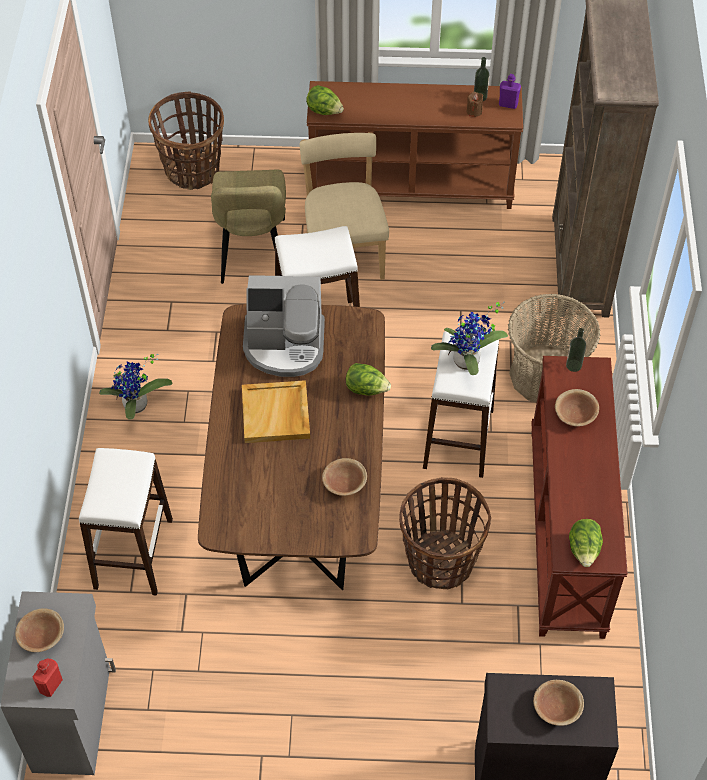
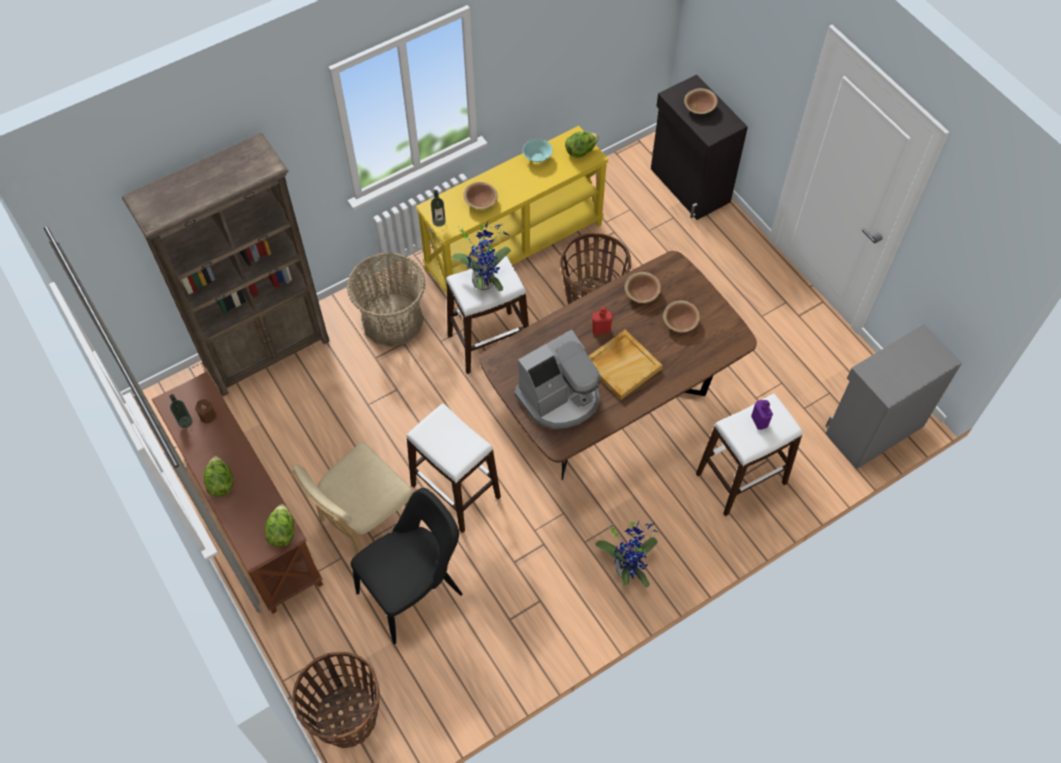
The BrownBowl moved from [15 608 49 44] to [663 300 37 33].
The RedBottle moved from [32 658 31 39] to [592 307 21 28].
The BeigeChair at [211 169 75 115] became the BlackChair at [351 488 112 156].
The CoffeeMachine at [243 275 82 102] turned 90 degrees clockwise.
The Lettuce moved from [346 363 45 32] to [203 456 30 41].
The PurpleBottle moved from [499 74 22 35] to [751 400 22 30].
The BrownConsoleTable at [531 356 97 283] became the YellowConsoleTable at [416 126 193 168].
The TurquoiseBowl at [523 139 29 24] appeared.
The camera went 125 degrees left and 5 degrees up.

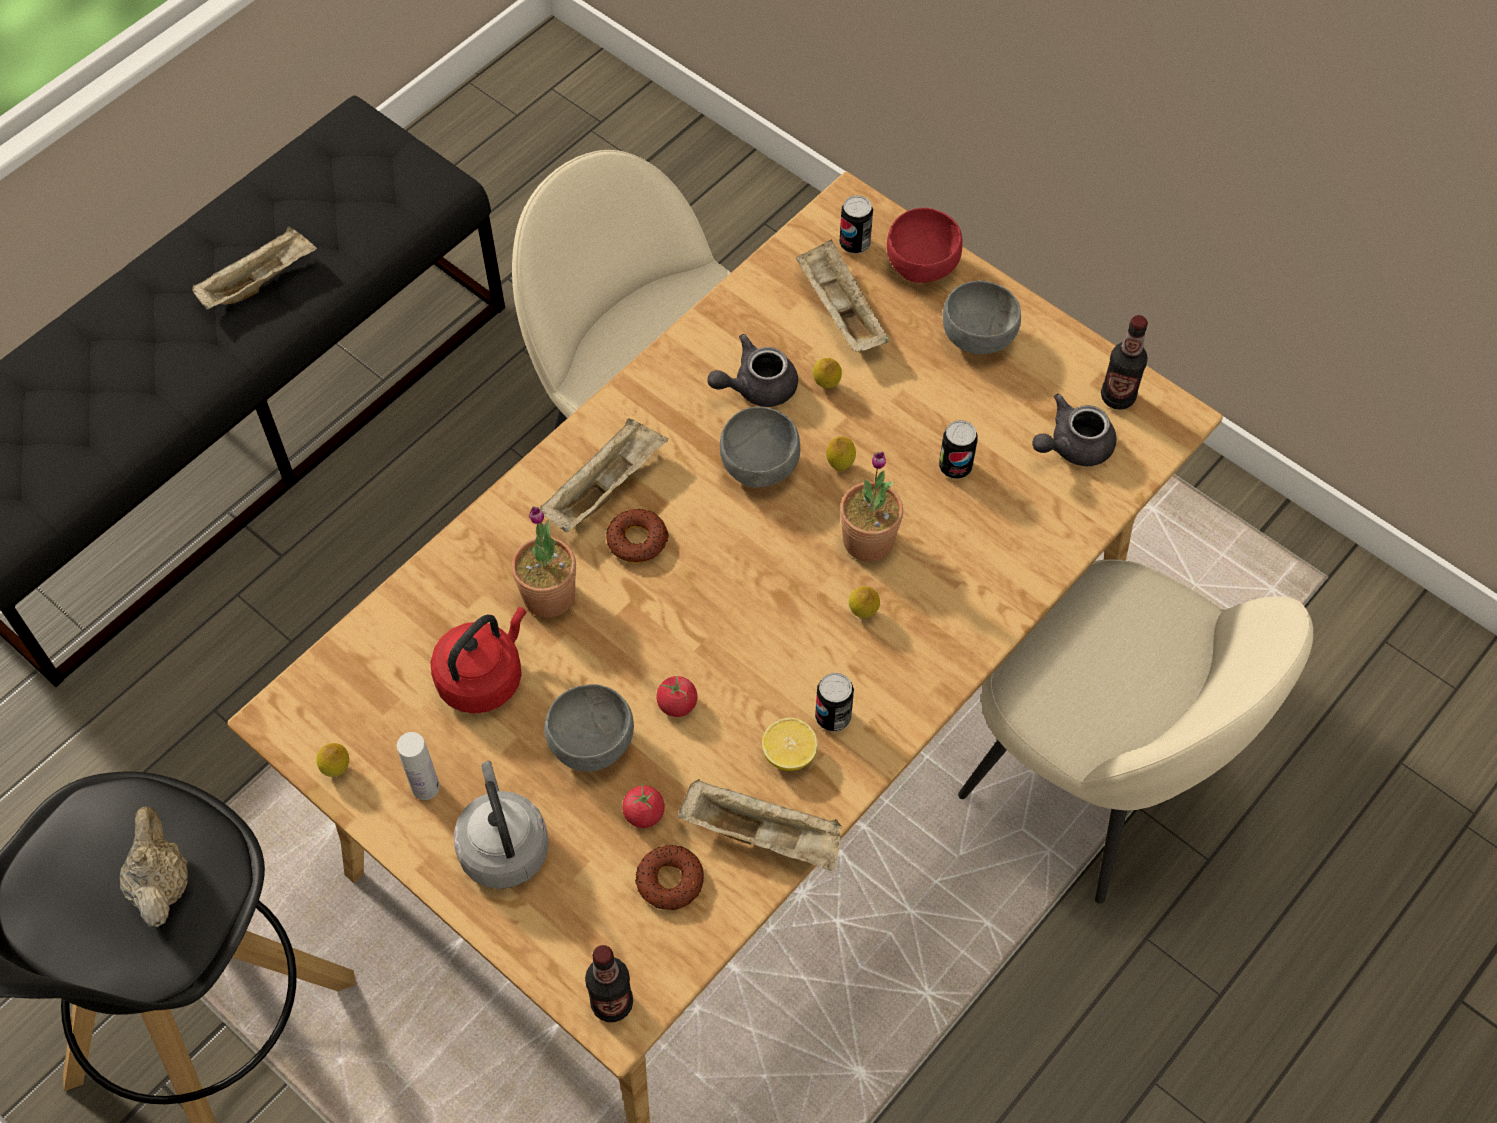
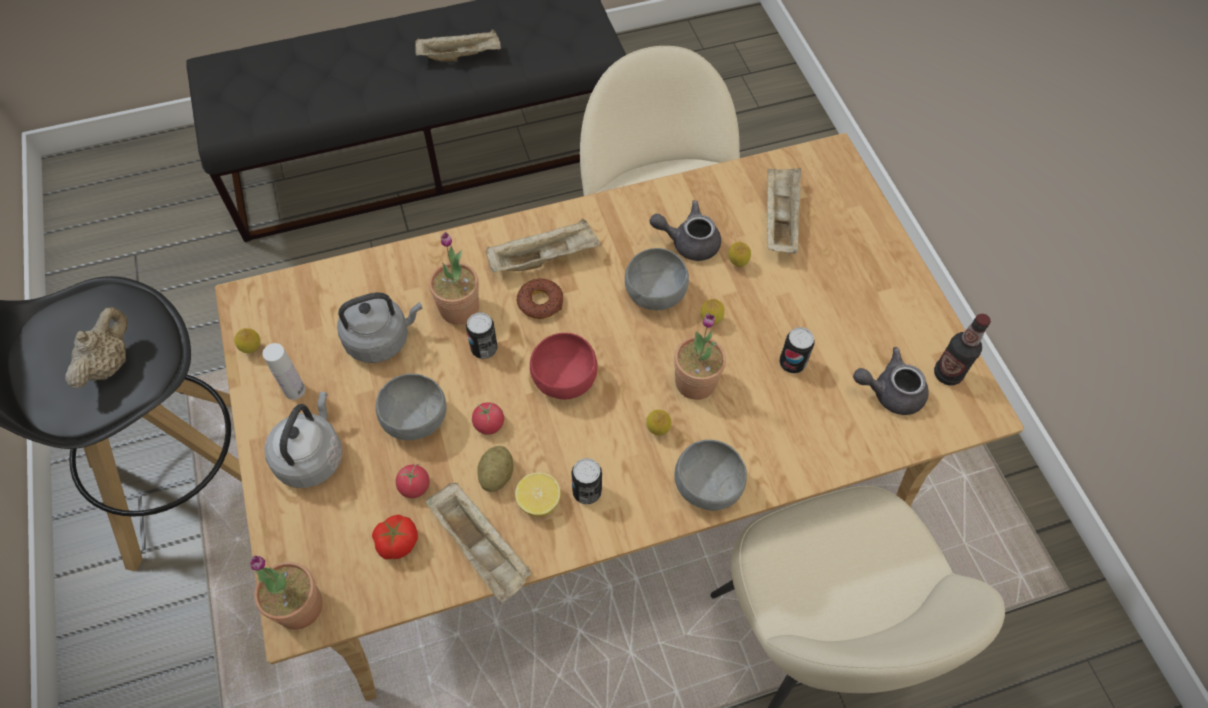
The RedKettle at [430 607 97 106] became the GreyKettle at [337 292 86 71].
The Bottle at [585 945 48 77] was replaced by the PottedPlant at [250 556 73 74].
The Donut at [635 845 69 65] was replaced by the Tomato at [372 515 46 45].
The Can moved from [839 195 34 59] to [466 312 32 47].
The RedBowl moved from [887 208 76 75] to [530 333 68 66].
The GreyBowl moved from [943 281 78 73] to [675 440 72 71].
The Potato at [477 446 37 46] appeared.
The camera went 30 degrees right and 0 degrees up.

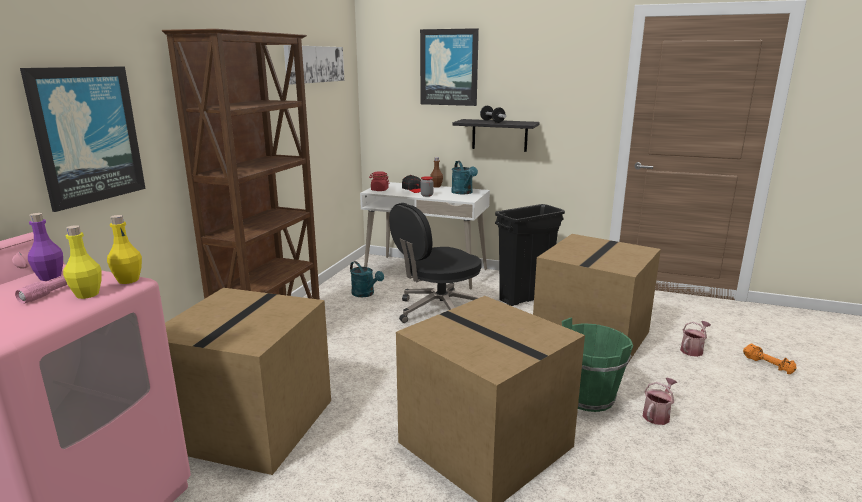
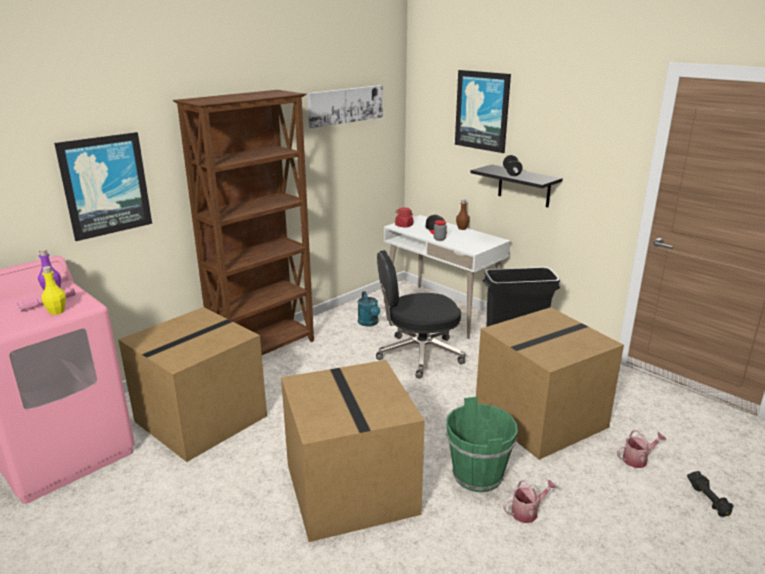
The YellowBottle at [107 215 35 69] disappeared.
The TurquoiseWateringCan at [451 161 27 33] disappeared.
The OrangeDumbbell at [743 343 53 31] became the BlackDumbbell at [687 471 47 46].
The camera went 25 degrees right and 5 degrees up.

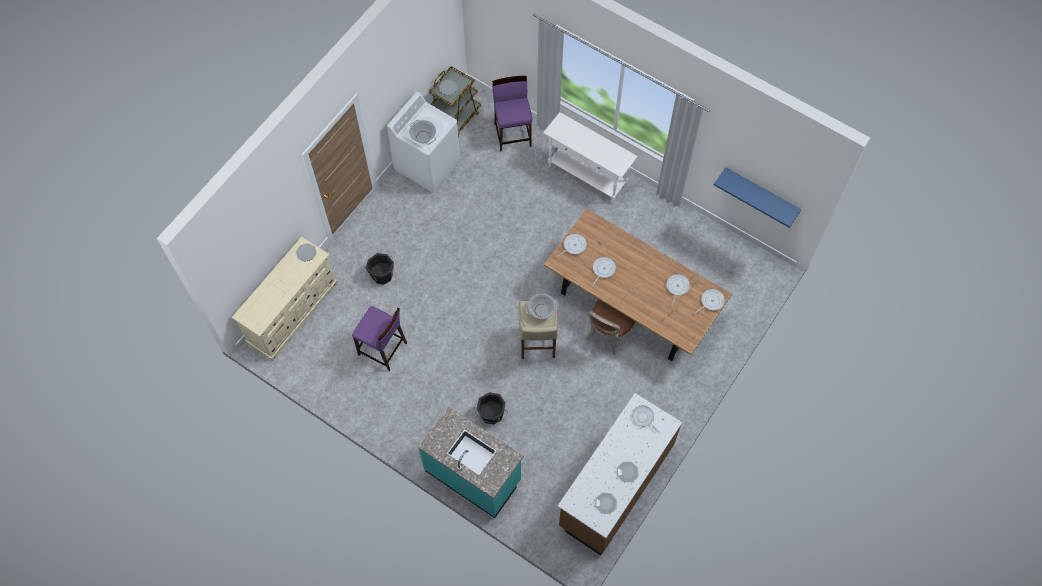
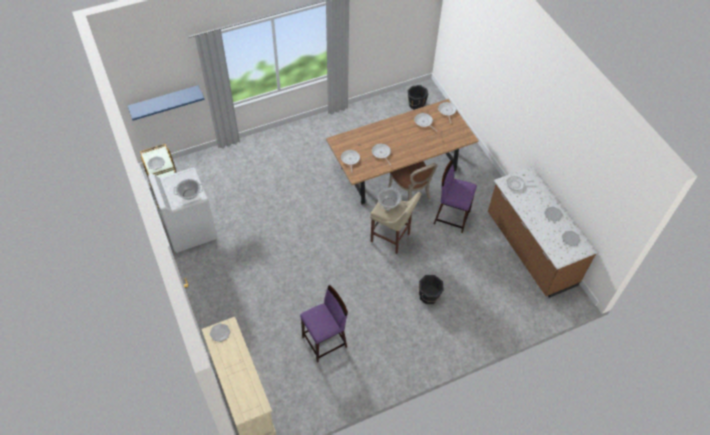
The BlackBucket moved from [366 253 28 32] to [407 85 21 25].
The TurquoiseCounter at [418 407 106 111] disappeared.
The PurpleStool moved from [492 76 40 76] to [434 160 43 73].
The WhiteConsoleTable at [543 112 95 92] disappeared.
The BlueShelf moved from [714 167 88 61] to [128 85 77 36].
The camera went 60 degrees left and 10 degrees down.

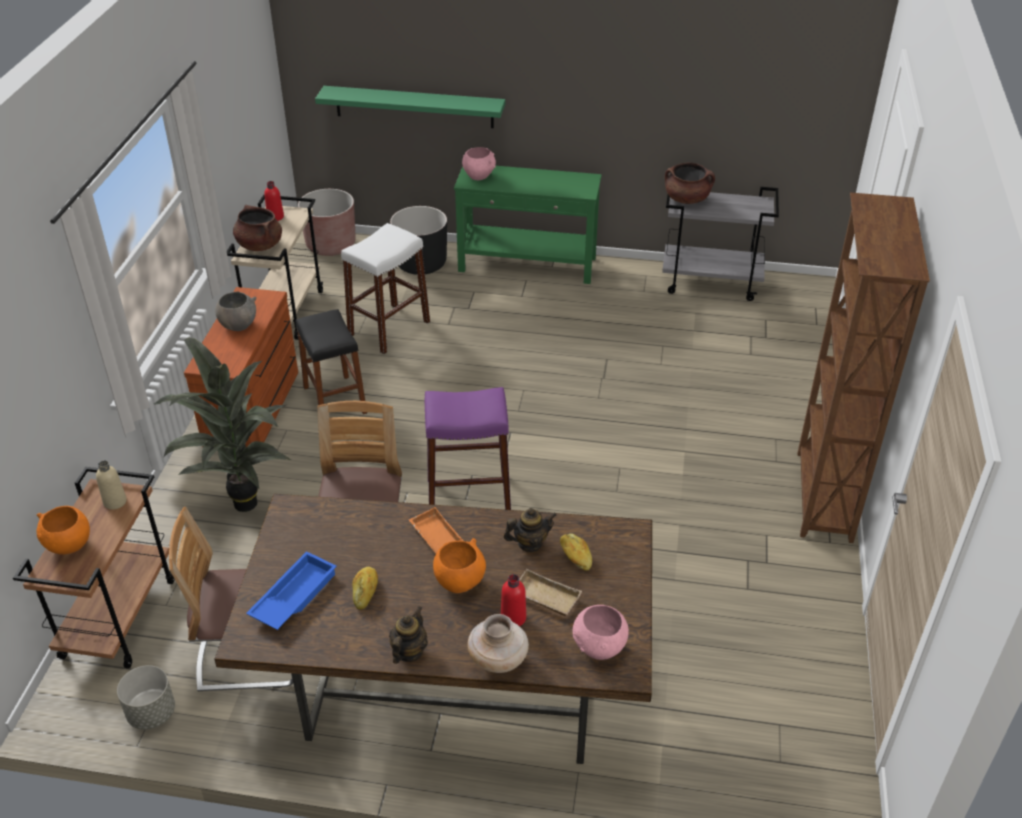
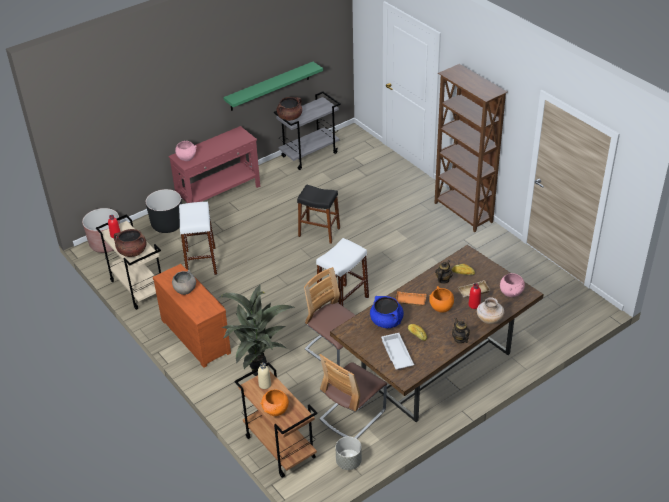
The BlueTray at [246 551 91 79] became the WhiteTray at [381 333 33 37].
The BlackStool moved from [296 309 71 105] to [297 185 43 59].
The GreenShelf moved from [315 86 190 42] to [223 62 100 49].
The PurpleStool at [425 387 86 123] became the WhiteStool at [316 238 53 71].
The GreenConsoleTable at [454 166 148 118] became the RedConsoleTable at [168 126 92 77].
The BlueCookingPot at [370 296 34 32] appeared.
The camera went 45 degrees left and 0 degrees up.

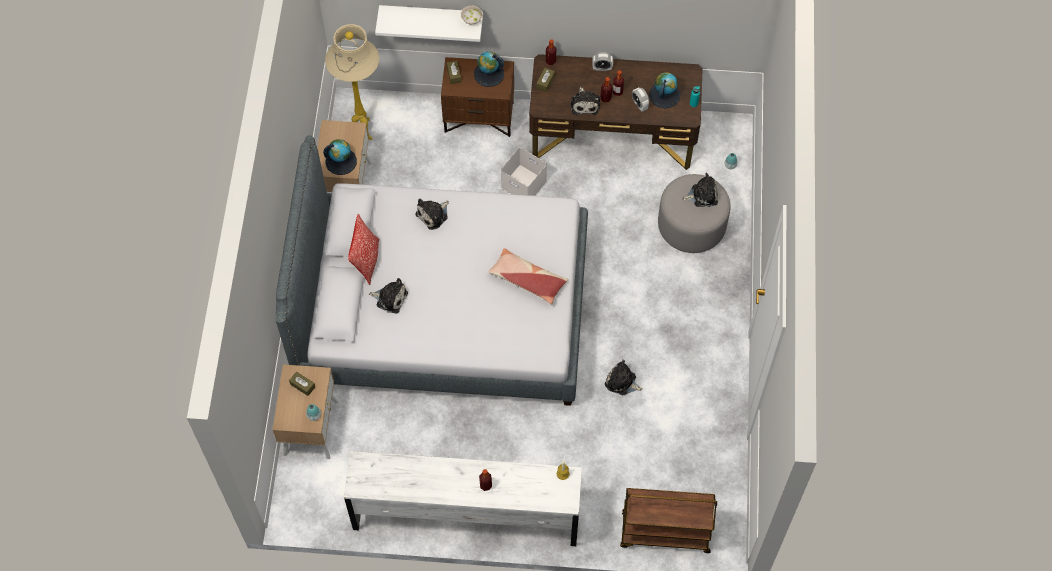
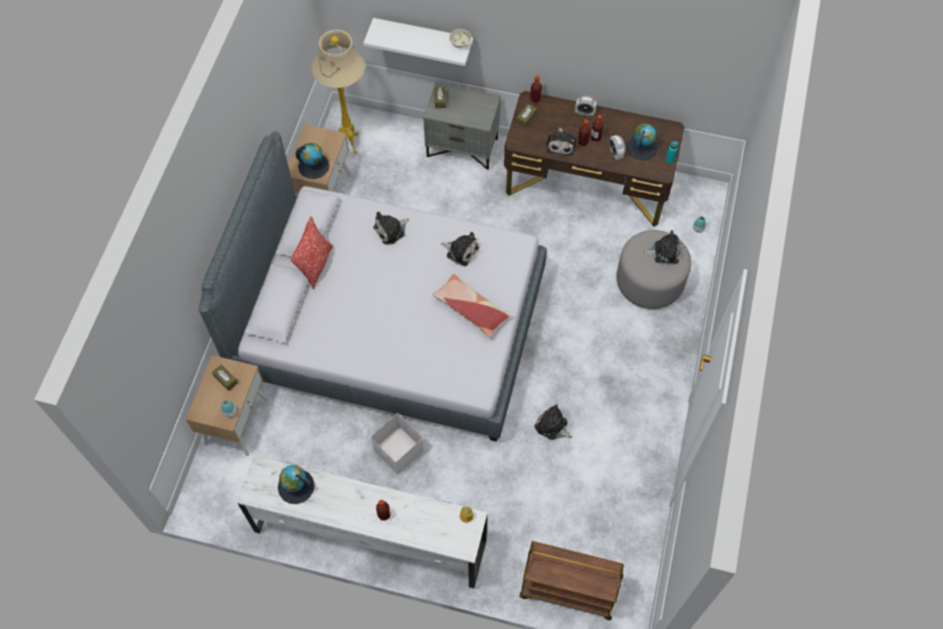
The PlushToy moved from [369 278 39 35] to [441 232 38 34].
The BrownNightstand at [441 57 73 80] became the GreyNightstand at [423 82 78 88].
The Globe moved from [474 51 30 36] to [278 465 37 39].
The WhiteStorageBox moved from [501 147 46 49] to [371 413 53 62].
The camera went 10 degrees right and 0 degrees up.

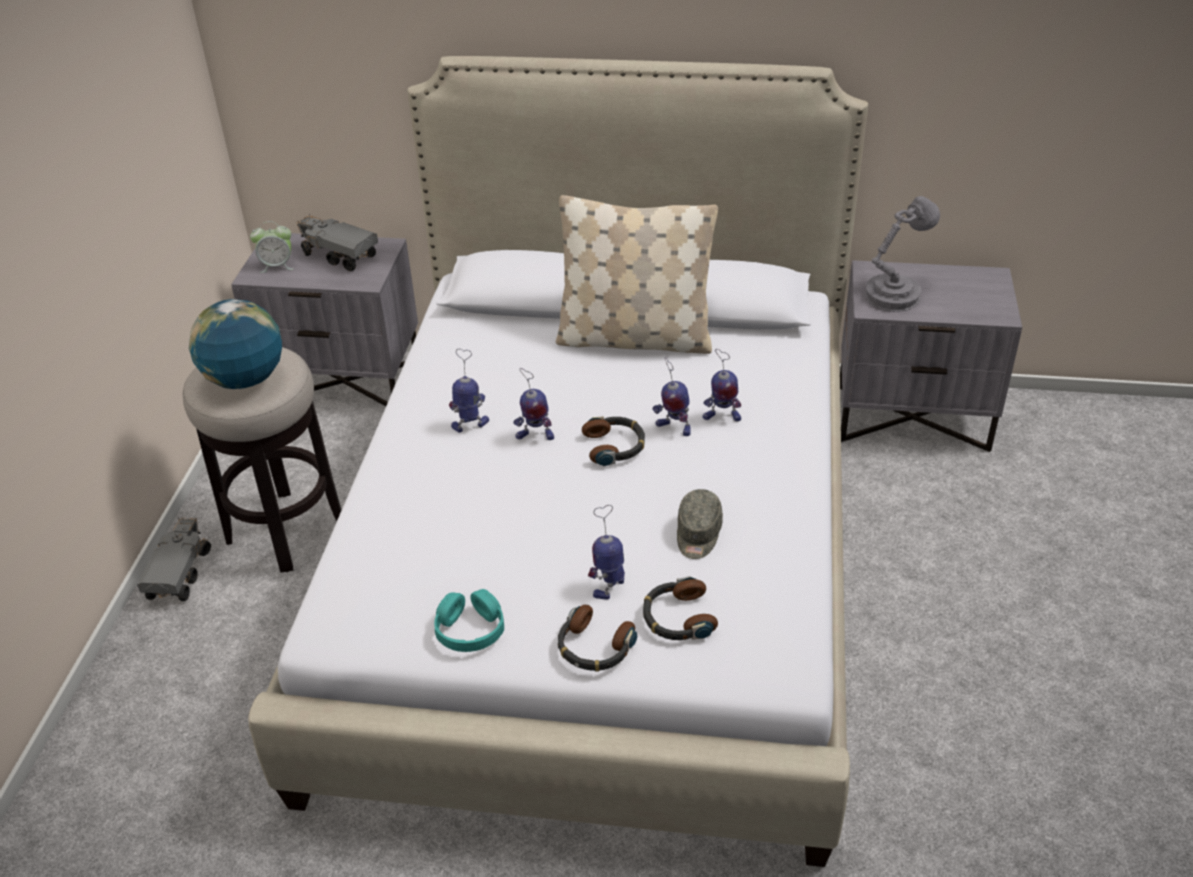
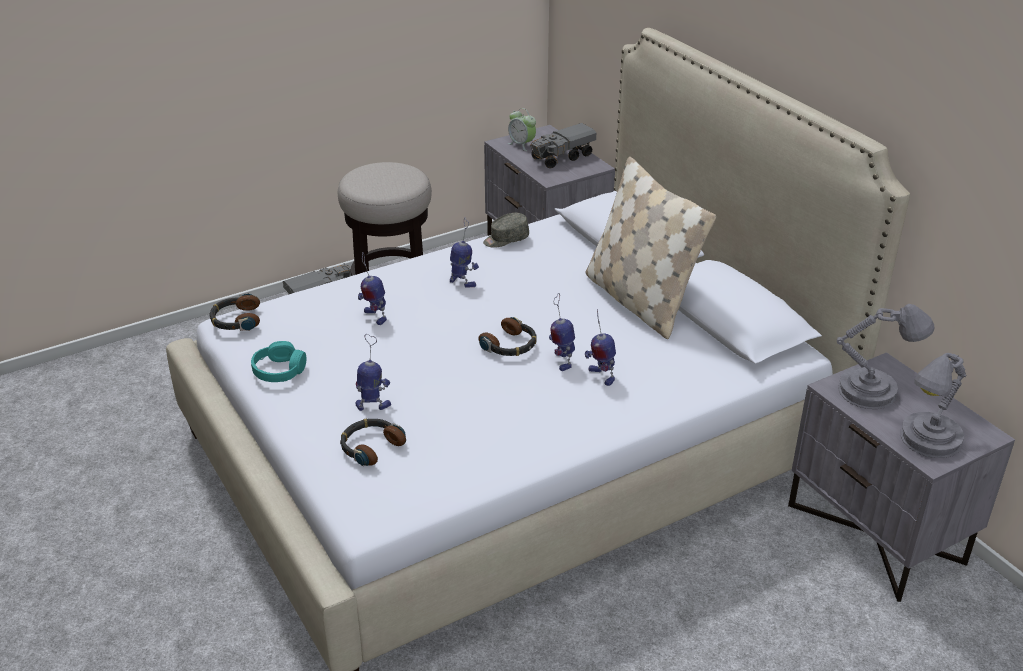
The Globe at [189 299 93 90] disappeared.
The ToyTruck at [297 214 81 57] turned 120 degrees counterclockwise.
The ToyRobot moved from [513 368 41 72] to [358 252 29 73].
The Headphones moved from [558 605 79 67] to [209 293 51 38].
The GreyCap moved from [677 489 46 70] to [483 213 46 35].
The GreyTableLamp at [900 353 67 105] appeared.
The camera went 50 degrees right and 5 degrees down.

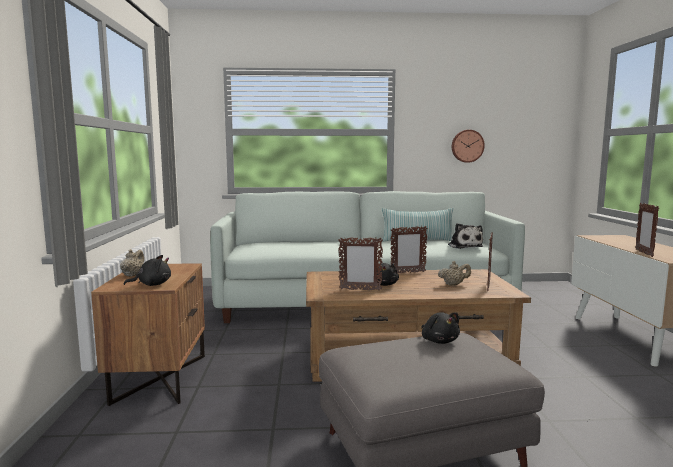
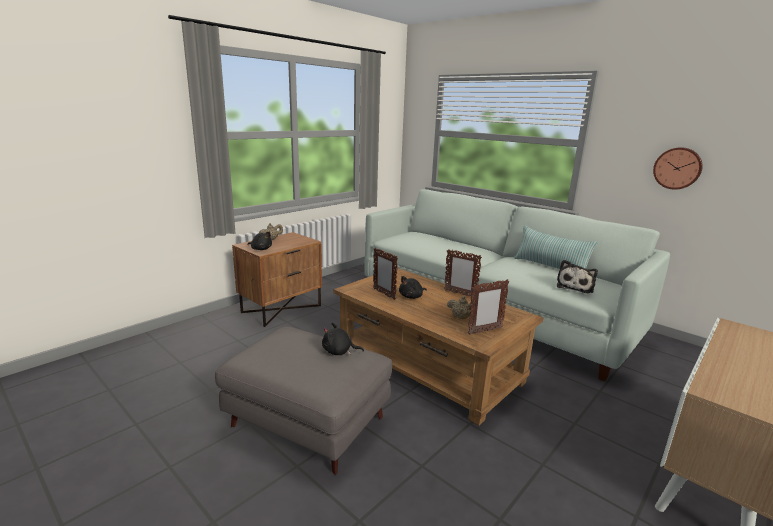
The BlackPlushToy at [421 312 39 32] turned 75 degrees clockwise.
The PictureFrame at [635 203 24 54] disappeared.
The camera went 45 degrees right and 10 degrees up.

